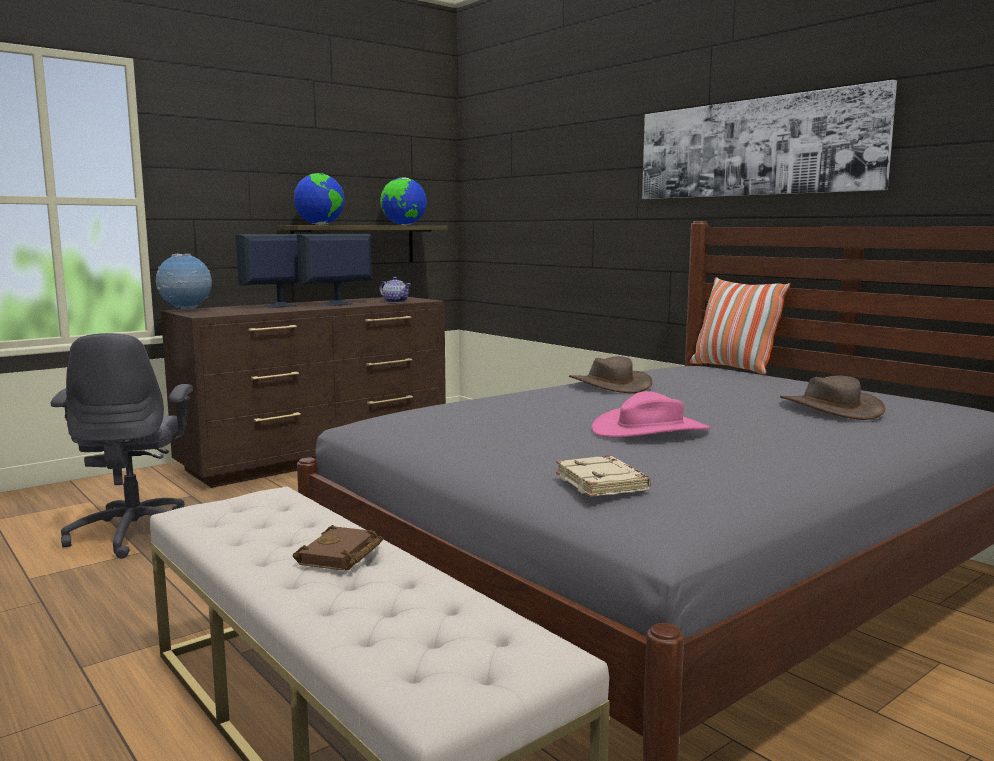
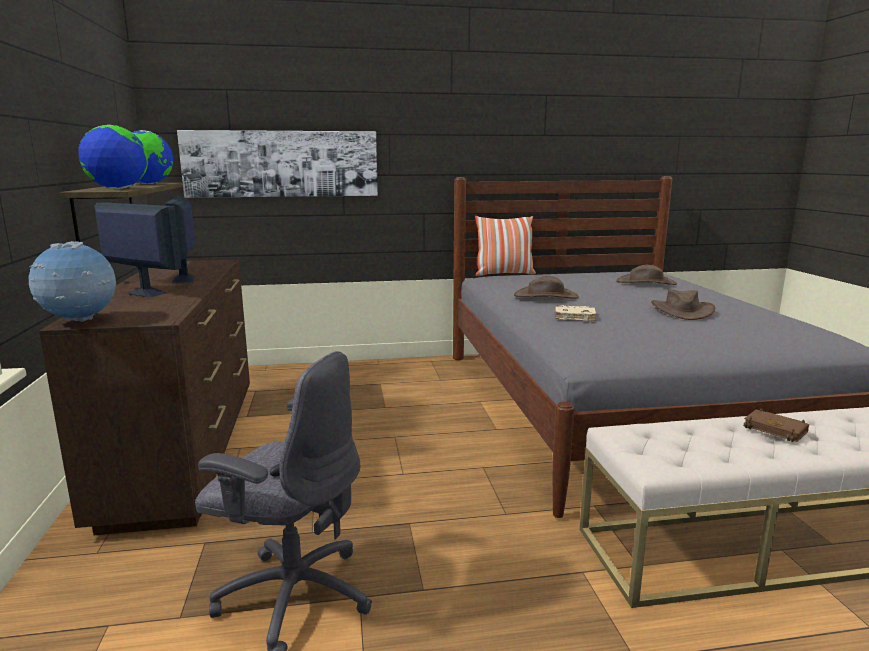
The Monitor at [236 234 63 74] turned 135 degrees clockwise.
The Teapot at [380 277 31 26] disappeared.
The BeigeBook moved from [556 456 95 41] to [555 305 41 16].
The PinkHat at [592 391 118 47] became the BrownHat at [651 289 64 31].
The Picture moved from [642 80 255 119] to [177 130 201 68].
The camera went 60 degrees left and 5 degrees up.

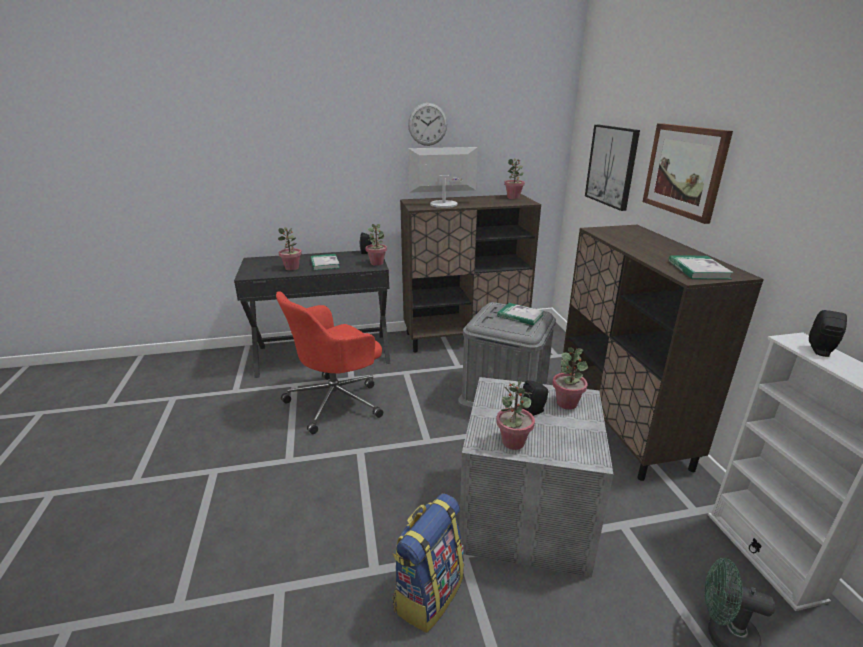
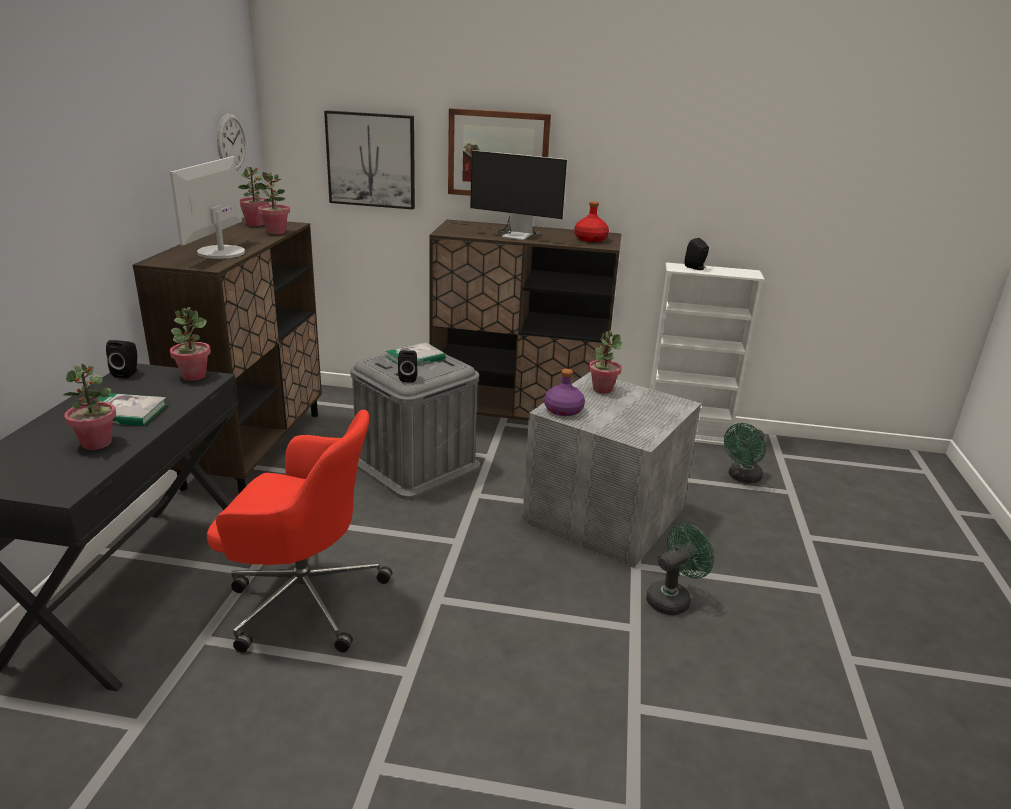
The RedOfficeChair at [276 291 107 143] turned 60 degrees counterclockwise.
The Backpack at [393 493 71 140] was replaced by the GreenFan at [646 523 68 92].
The WallClock moved from [408 103 39 43] to [217 113 29 58].
The PottedPlant moved from [496 378 39 72] to [255 172 35 62].
The BlackSpeaker moved from [521 380 27 36] to [398 350 19 33].
The Book at [669 255 65 24] was replaced by the RedBottle at [574 201 35 41].
The Monitor at [449 150 119 90] appeared.
The PurpleBottle at [544 369 41 47] appeared.
The camera went 70 degrees left and 0 degrees up.

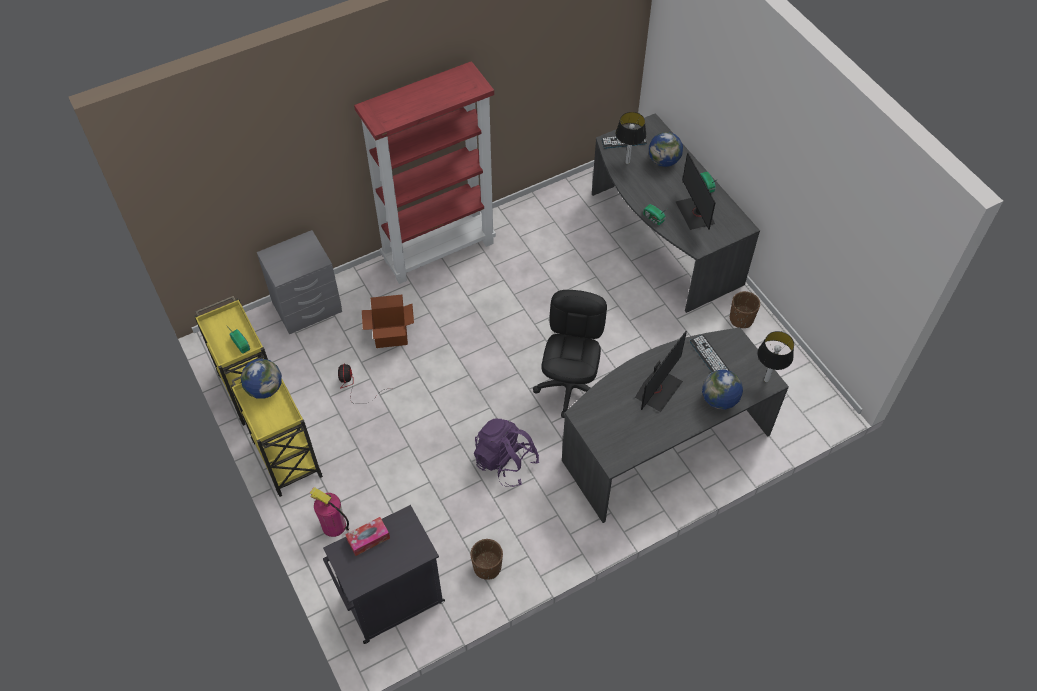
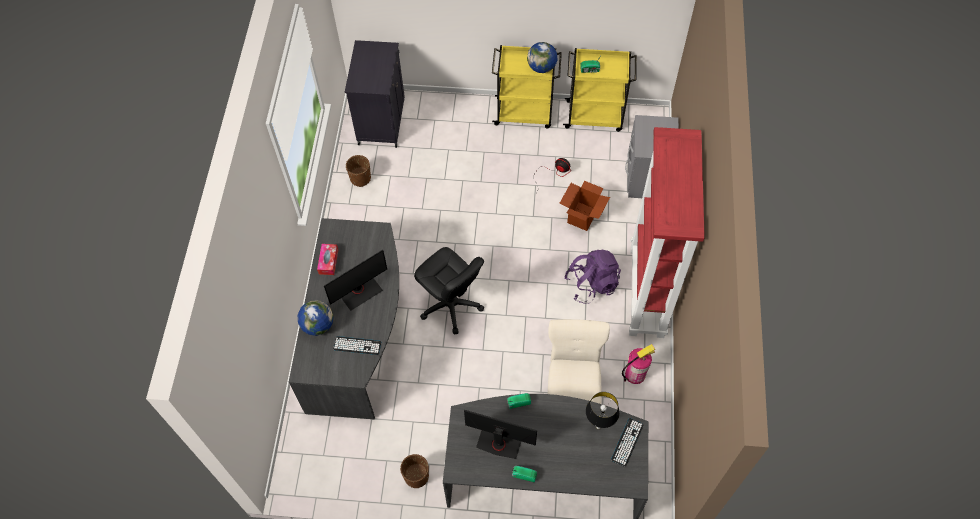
The FireExtinguisher moved from [310 487 39 50] to [622 344 33 40].
The TissueBox moved from [345 517 45 39] to [317 244 21 31].
The PurpleBackpack moved from [474 419 65 68] to [565 250 56 54].
The Monitor at [635 331 52 81] turned 105 degrees counterclockwise.
The Globe at [649 132 34 35] disappeared.
The TableLamp at [757 331 37 51] disappeared.
The BeigeChair at [548 319 62 85] appeared.
The camera went 125 degrees right and 5 degrees up.

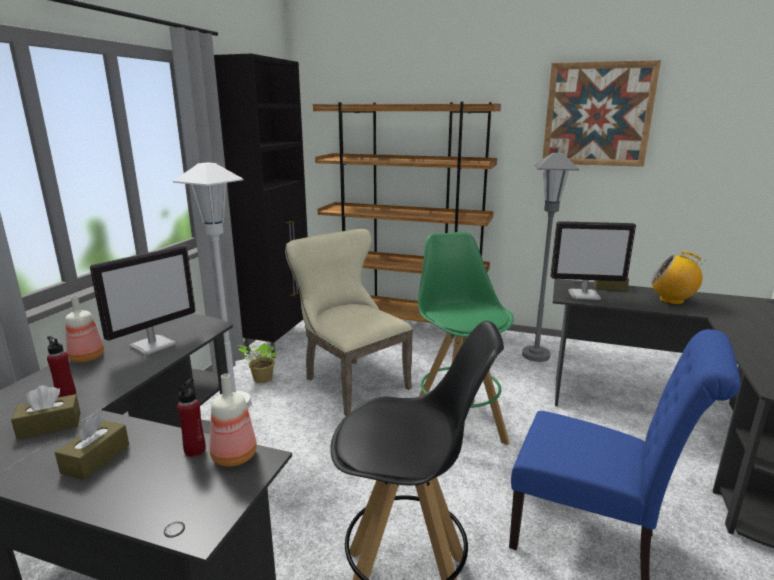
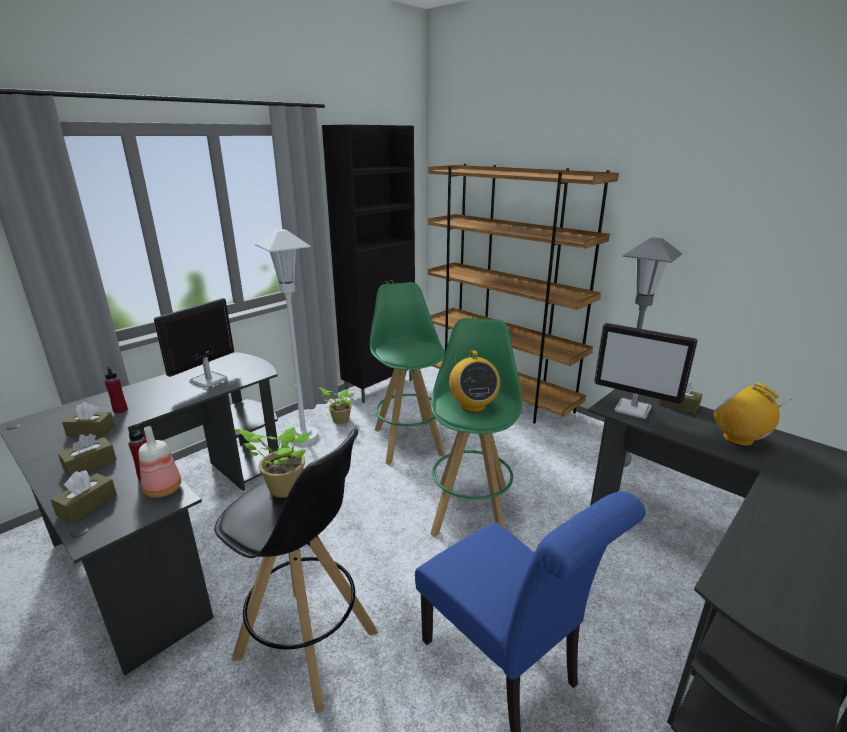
The Bottle at [65 296 39 67] disappeared.
The Monitor at [90 245 106 110] turned 150 degrees clockwise.
The BeigeChair at [285 229 128 187] was replaced by the GreenStool at [370 282 76 183].
The Picture at [542 60 119 107] disappeared.
The BrownTissueBox at [51 471 66 52] appeared.
The PottedPlant at [234 427 75 71] appeared.
The Radio at [449 350 51 63] appeared.
The camera went 25 degrees right and 5 degrees up.

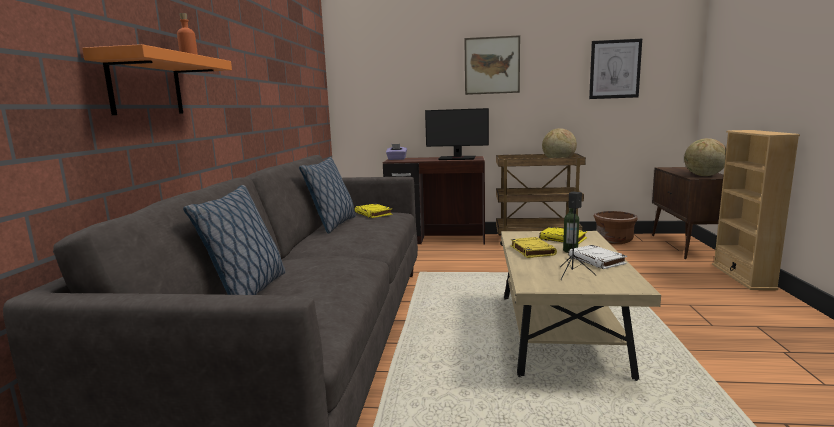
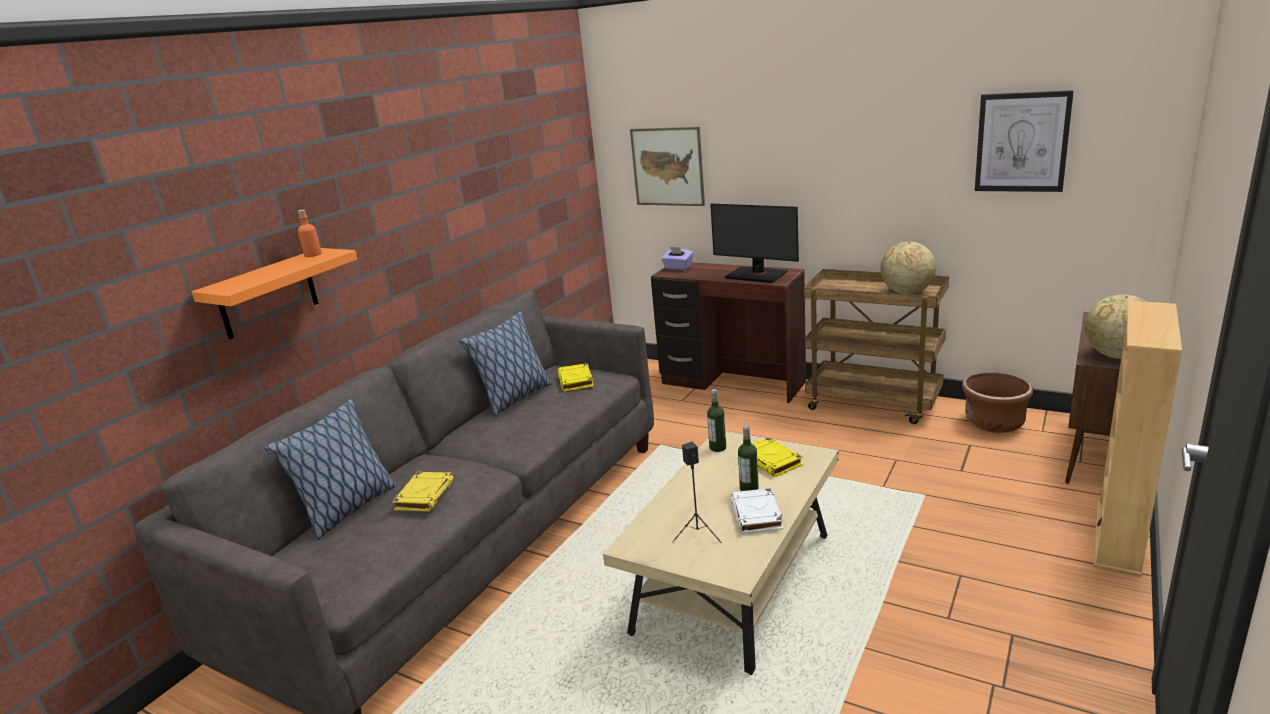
The Picture moved from [464 35 56 60] to [630 127 75 79].
The YellowBook moved from [511 237 46 21] to [392 472 62 40].
The Bottle at [707 389 19 63] appeared.
The camera went 25 degrees right and 10 degrees up.

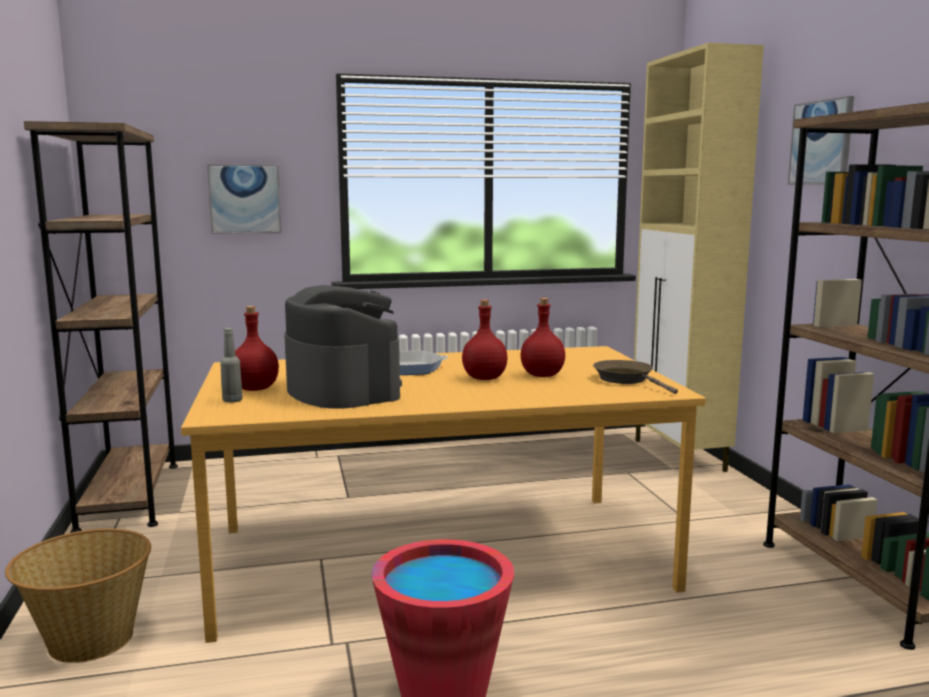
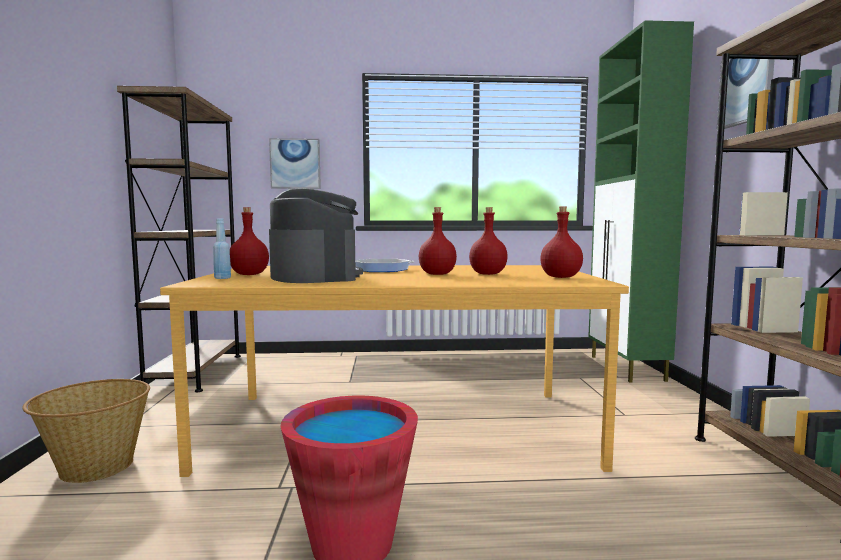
The GreyBottle at [220 328 23 75] became the BlueBottle at [213 218 18 61].
The BrownFryingPan at [593 360 85 34] was replaced by the RedBottle at [540 206 43 72].
The BeigeCabinet at [634 43 130 429] became the GreenCabinet at [588 20 106 363].
The camera went 10 degrees right and 5 degrees down.

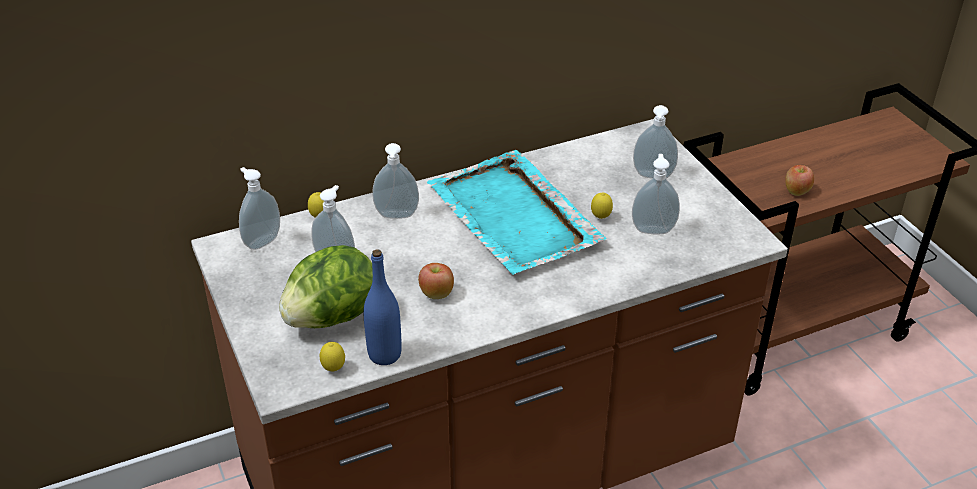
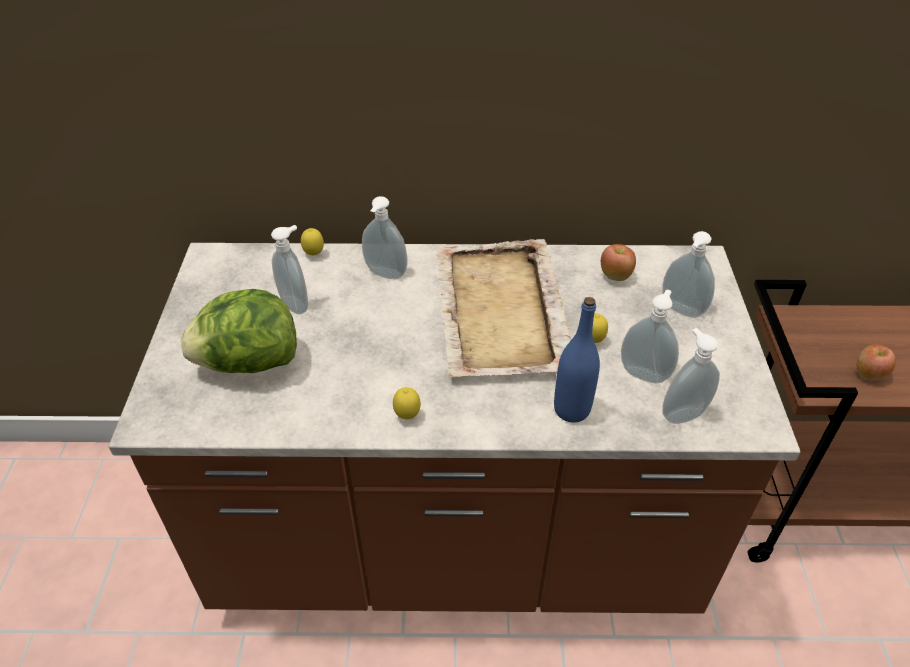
The SoapDispenser moved from [239 167 41 83] to [663 328 57 96].
The Lemon moved from [320 342 25 30] to [393 387 28 32].
The BlueBottle moved from [364 249 38 116] to [554 297 46 125].
The Apple moved from [418 263 36 36] to [601 244 35 37].
The TurquoiseTray at [427 150 180 125] became the BeigeTray at [434 239 137 138].
The camera went 25 degrees right and 5 degrees up.

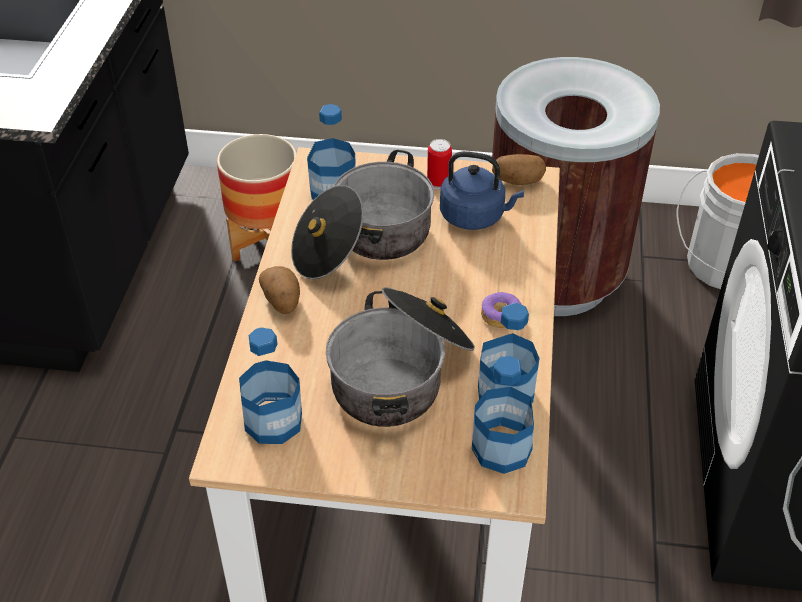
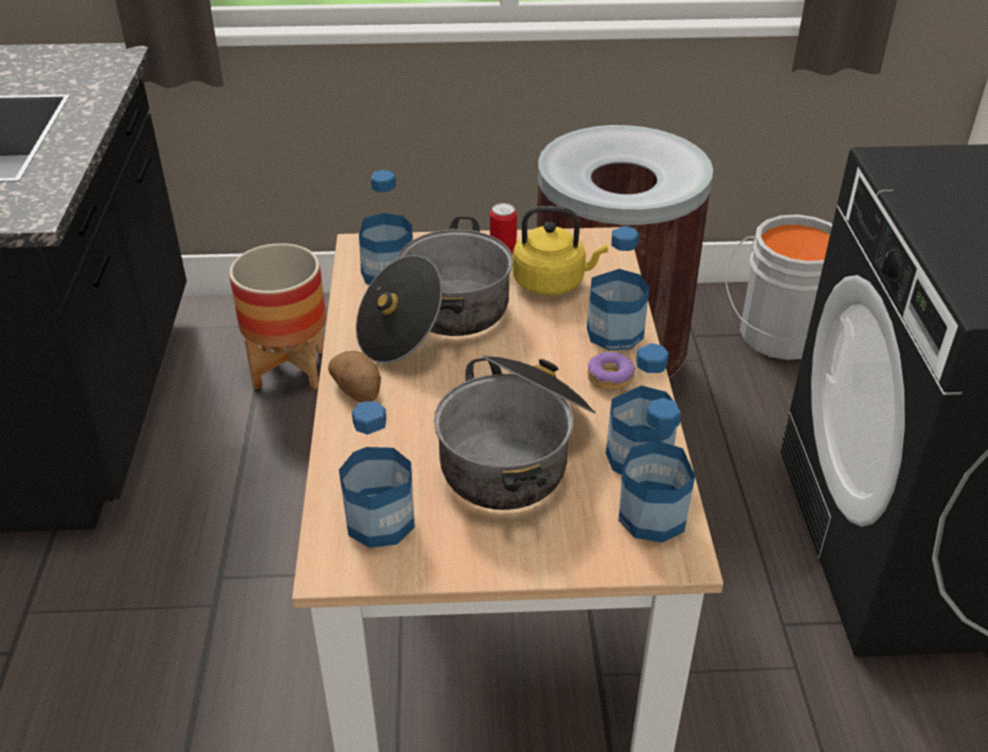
The BlueKettle at [440 151 84 79] became the YellowKettle at [512 206 96 90].
The Potato at [492 154 54 31] disappeared.
The Bottle at [587 226 62 124] appeared.
The camera went 10 degrees left and 5 degrees down.

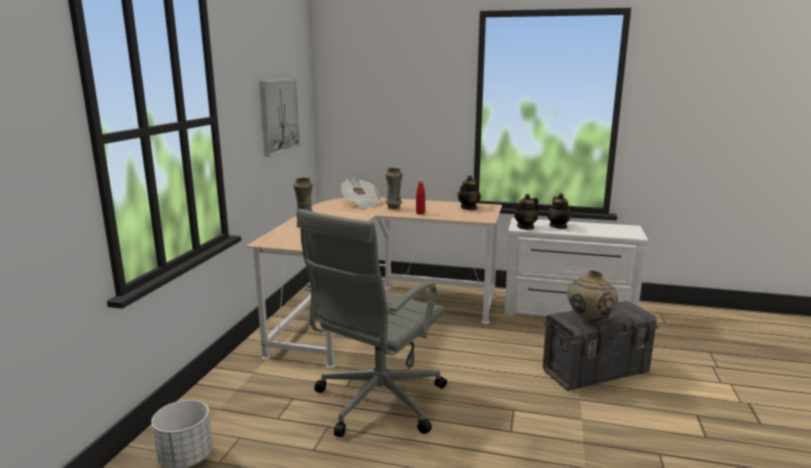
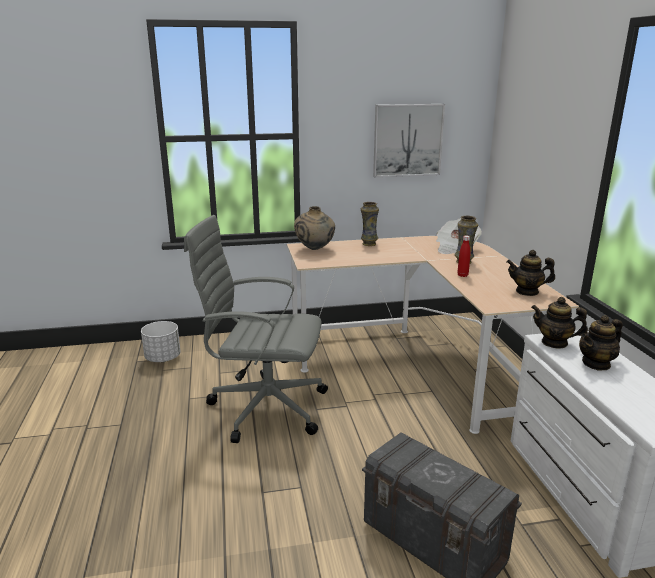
The BeigeVase moved from [567 270 51 52] to [294 206 41 44].
The camera went 65 degrees right and 5 degrees up.

